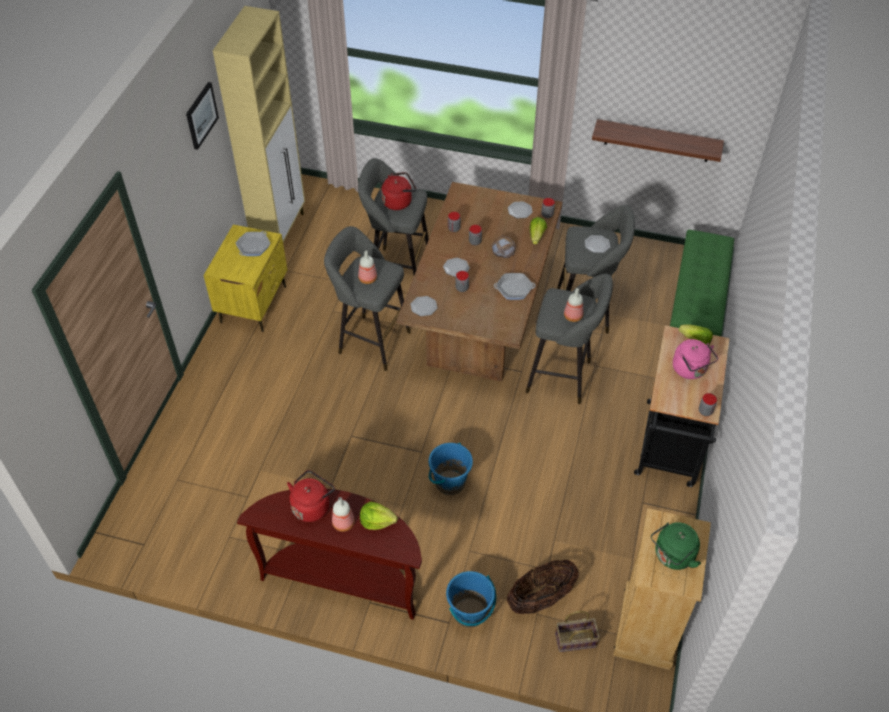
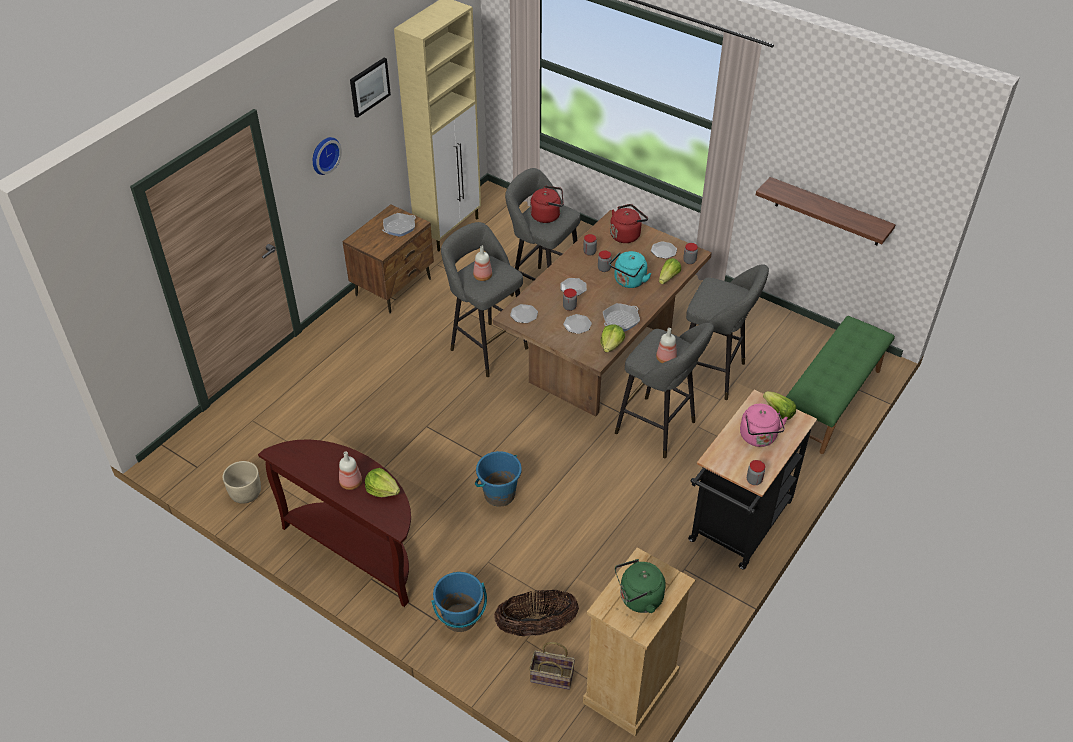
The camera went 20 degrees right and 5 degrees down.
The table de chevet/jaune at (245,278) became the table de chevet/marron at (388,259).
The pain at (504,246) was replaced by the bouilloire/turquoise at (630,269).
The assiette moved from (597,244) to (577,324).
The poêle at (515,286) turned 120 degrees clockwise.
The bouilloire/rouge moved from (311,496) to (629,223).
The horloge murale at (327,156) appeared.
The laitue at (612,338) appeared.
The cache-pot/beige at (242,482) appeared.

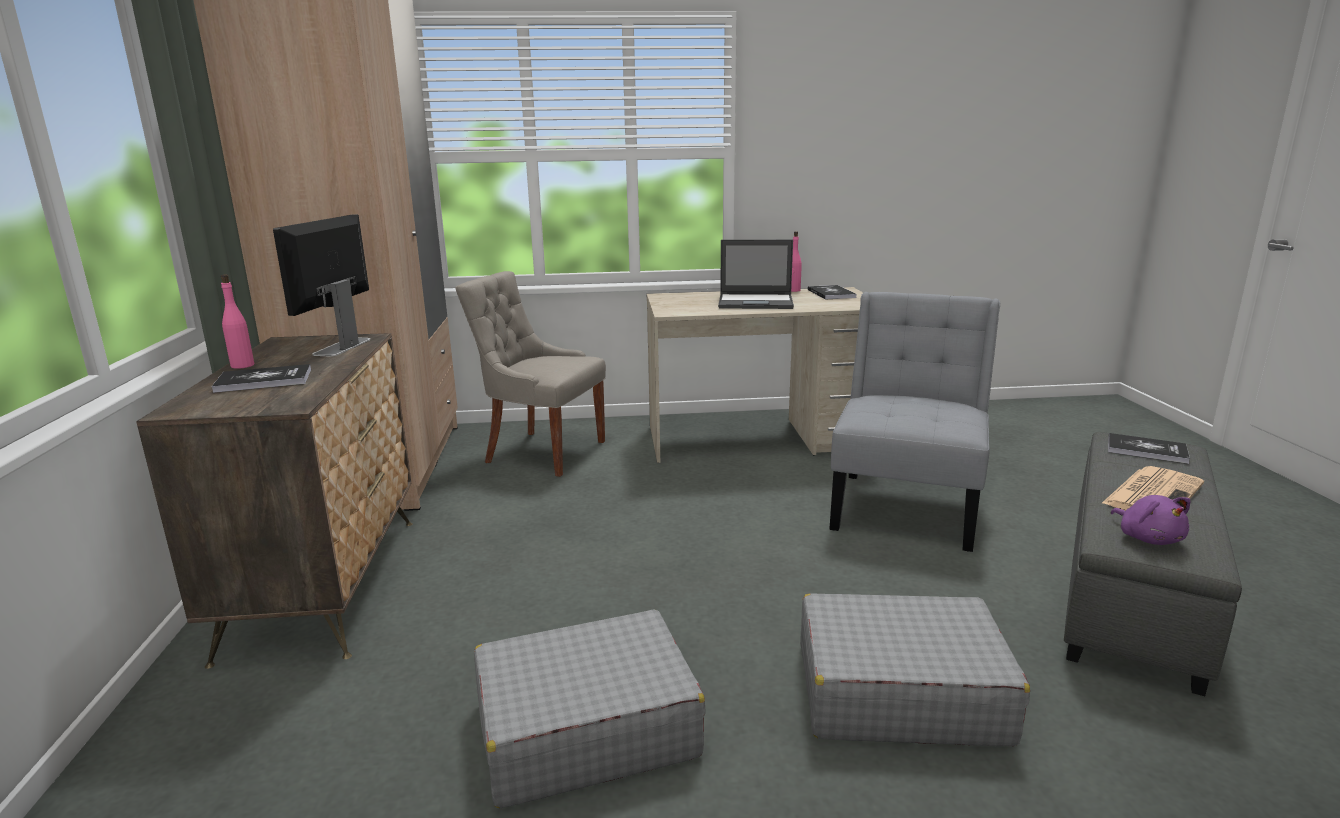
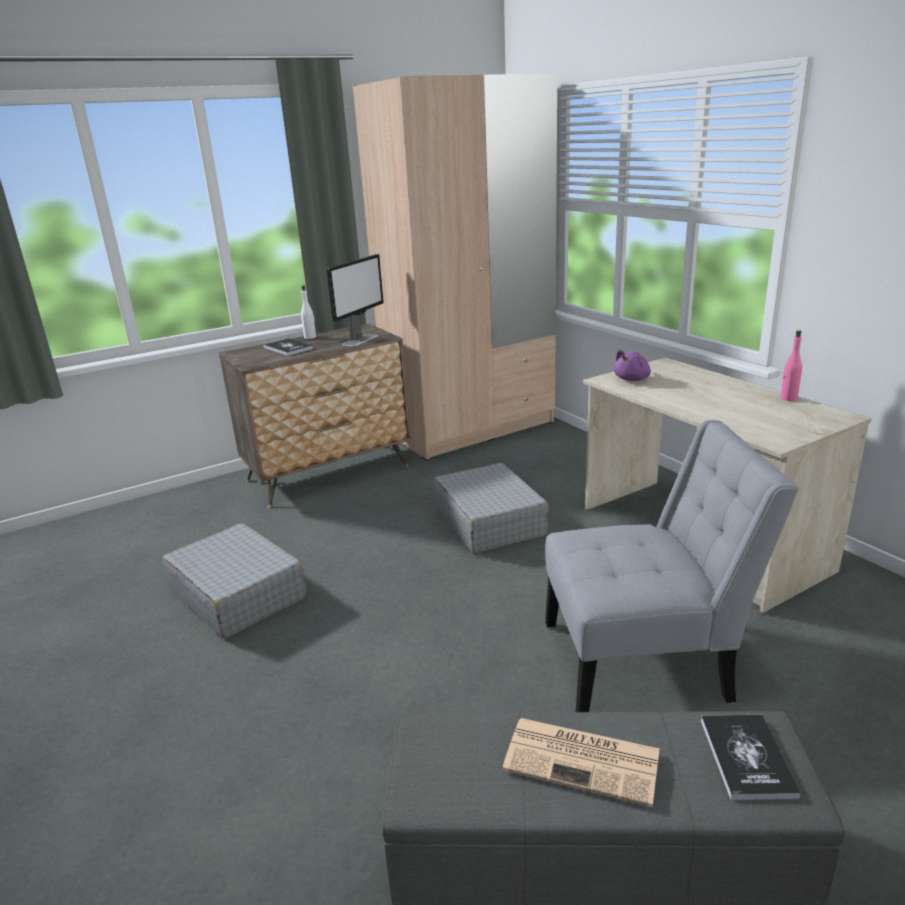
The camera went 65 degrees right and 5 degrees up.
The écran d'ordinateur at (321,285) turned 135 degrees clockwise.
The ordinateur portable at (756,274) disappeared.
The chaise/gris at (530,374) disappeared.
The bouteille/rose at (237,321) became the bouteille/blanc at (308,312).
The livre at (832,292) disappeared.
The peluche/violet moved from (1151,520) to (632,365).
The valise/gris moved from (915,669) to (491,508).

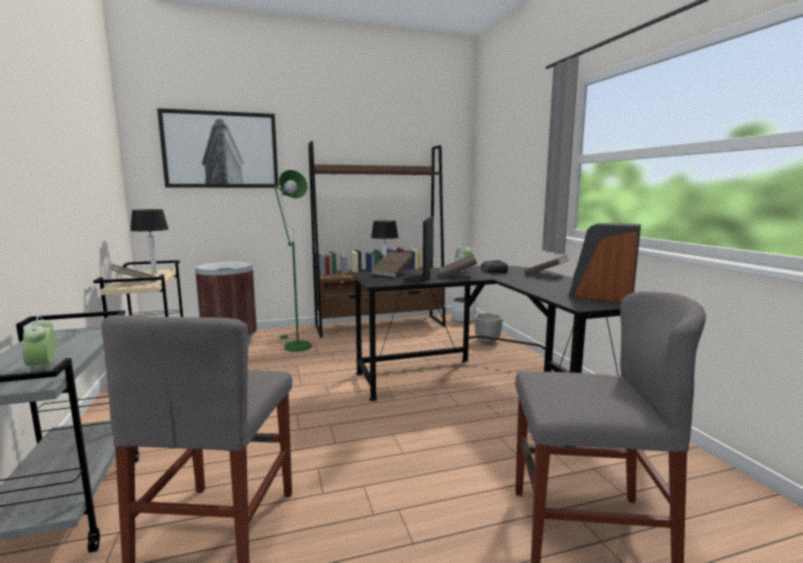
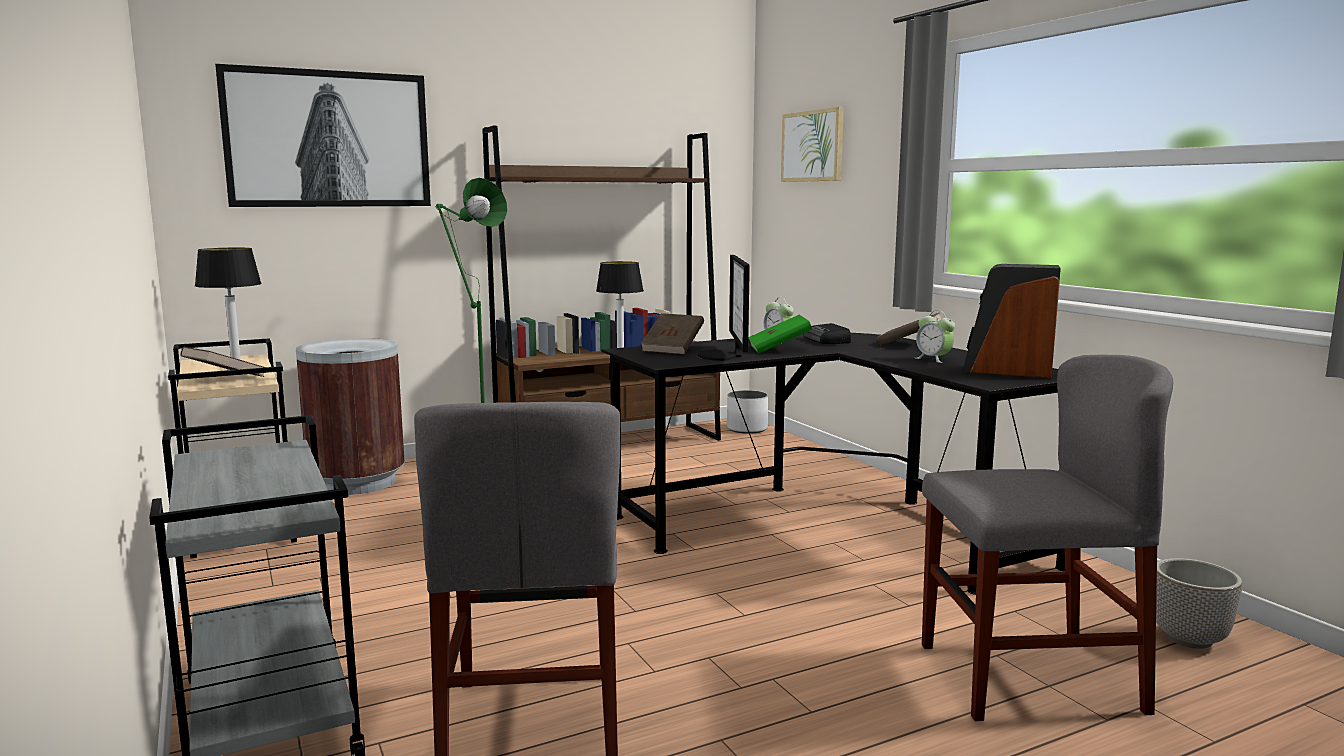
The camera went 10 degrees left and 0 degrees up.
The livre/marron at (458,266) became the livre/vert at (780,334).
The cache-pot moved from (488,328) to (1199,603).
The réveil moved from (38,344) to (935,336).
The tableau at (812,144) appeared.

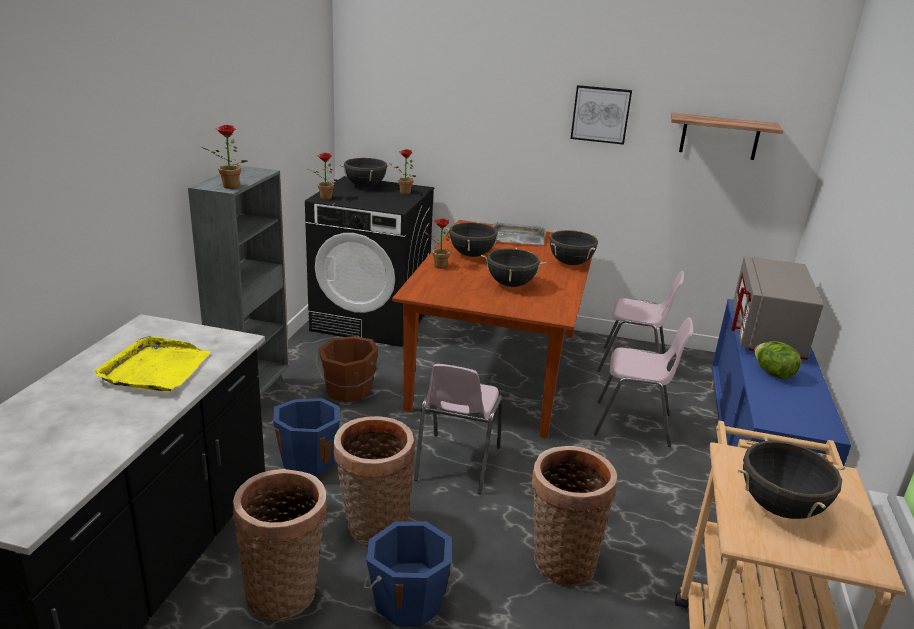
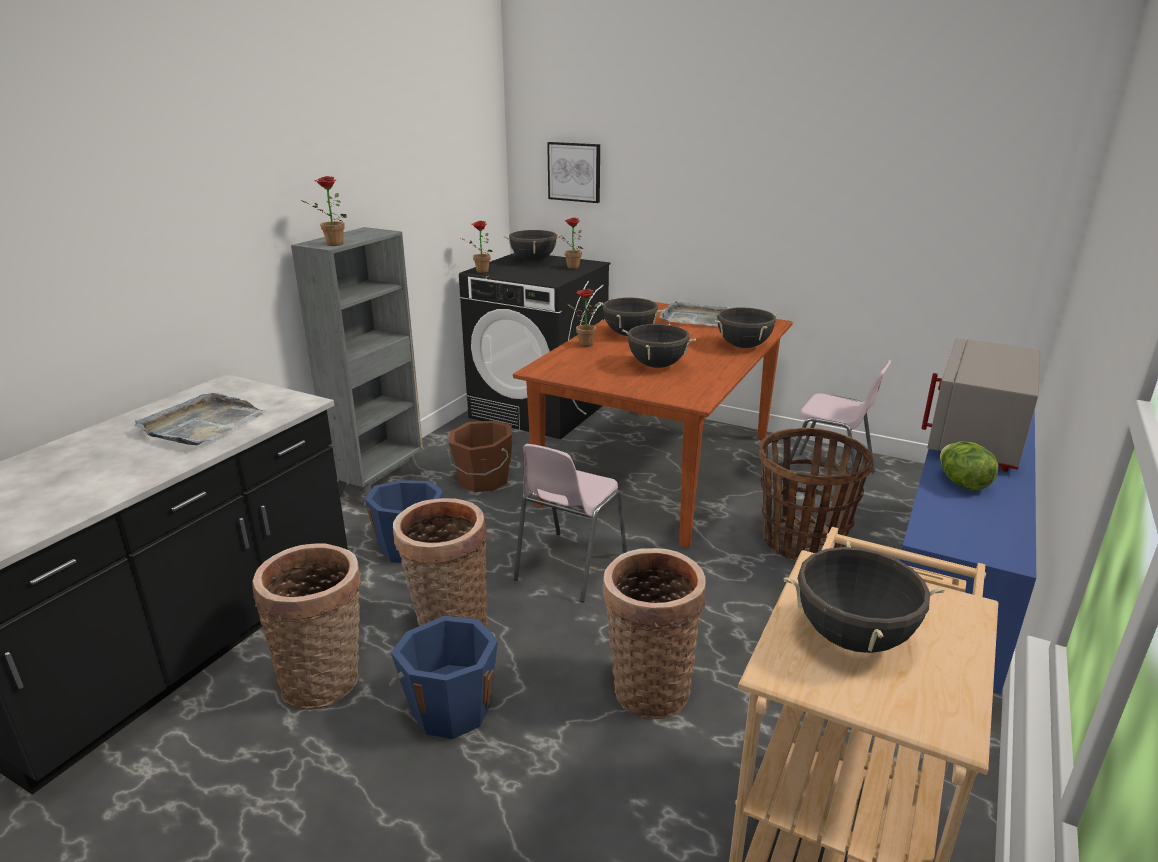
The camera went 15 degrees right and 0 degrees up.
The tableau moved from (601,115) to (573,172).
The étagère at (727,136) disappeared.
The chaise/rose at (643,382) was replaced by the panier at (816,494).
The plateau/jaune at (153,363) became the plateau/gris at (200,419).

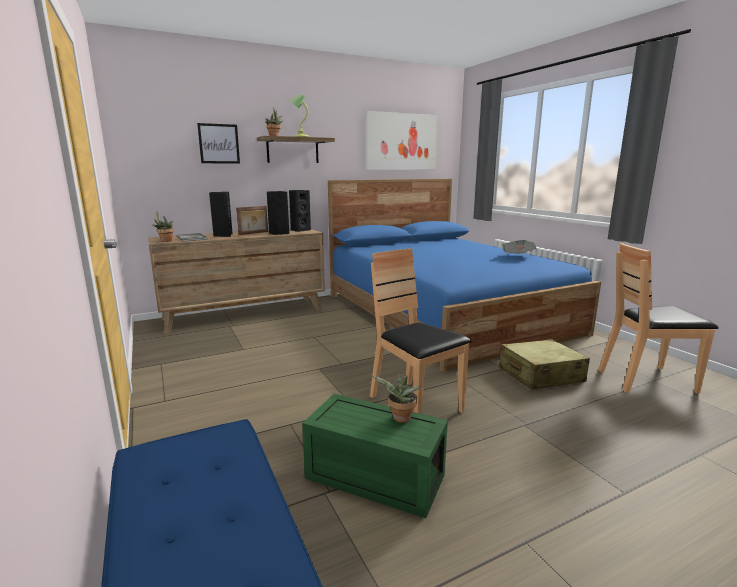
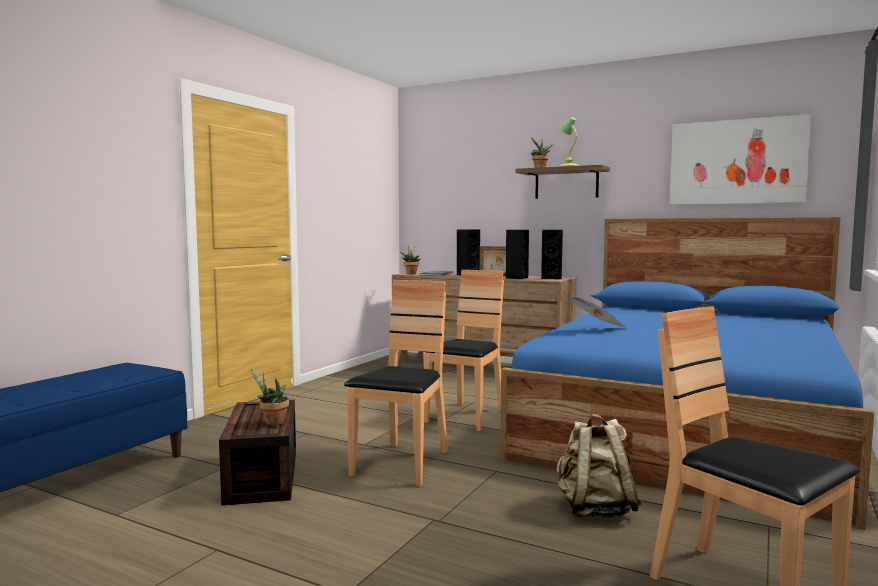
The camera went 55 degrees right and 10 degrees down.
The tableau at (218,143) disappeared.
The journal moved from (519,247) to (598,312).
The valise/beige at (544,364) was replaced by the sac à dos/beige at (599,466).
The boîte de rangement/vert at (375,456) became the boîte de rangement/marron at (257,453).
The chaise/marron at (463,350) appeared.

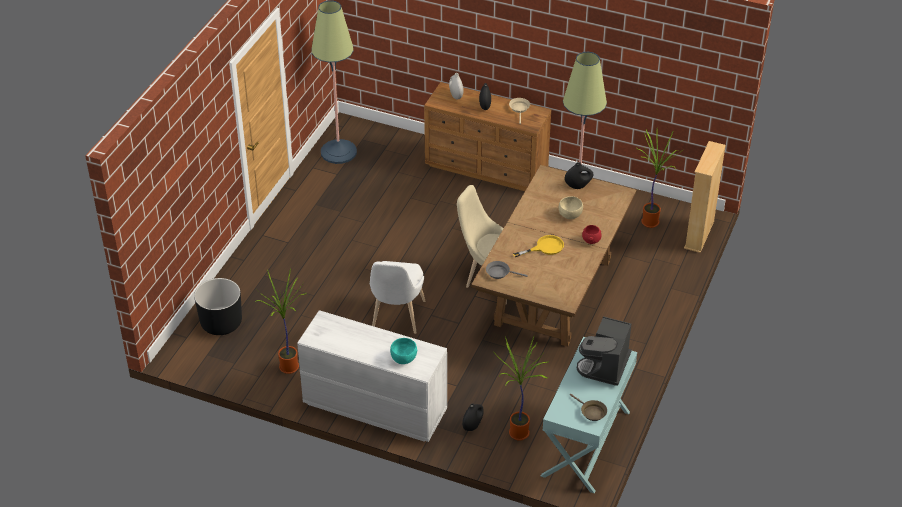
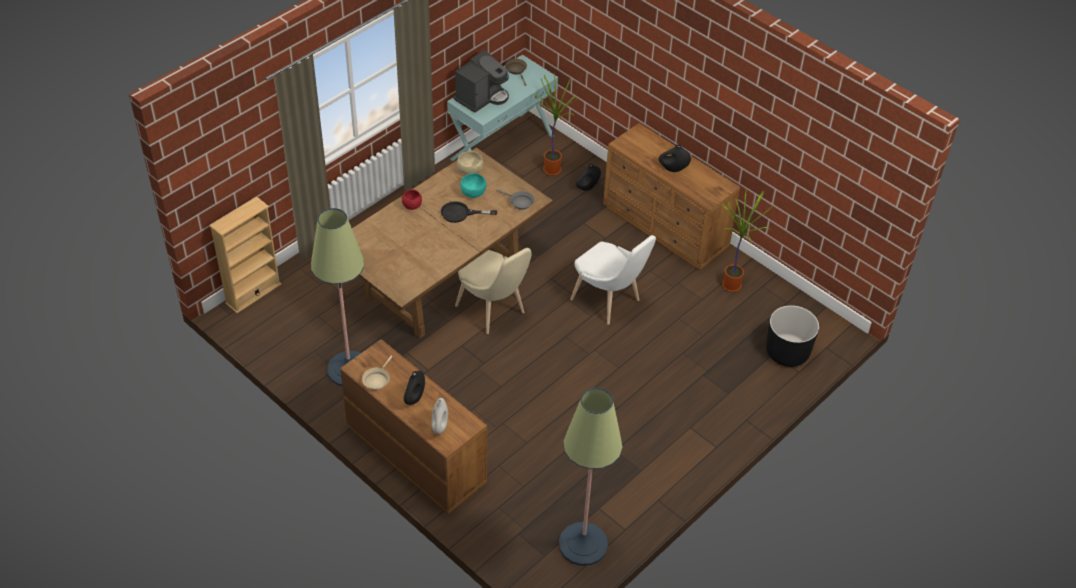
The camera went 160 degrees left and 5 degrees up.
The plante en pot at (658,179) disappeared.
The vase/noir moved from (579,175) to (675,158).
The bol/beige moved from (571,207) to (470,162).
The poêle/jaune at (538,246) became the poêle/noir at (469,212).
The chaise/blanc at (397,297) turned 105 degrees clockwise.
The commode/blanc at (372,376) became the commode/marron at (671,196).
The bol/turquoise moved from (403,351) to (473,185).

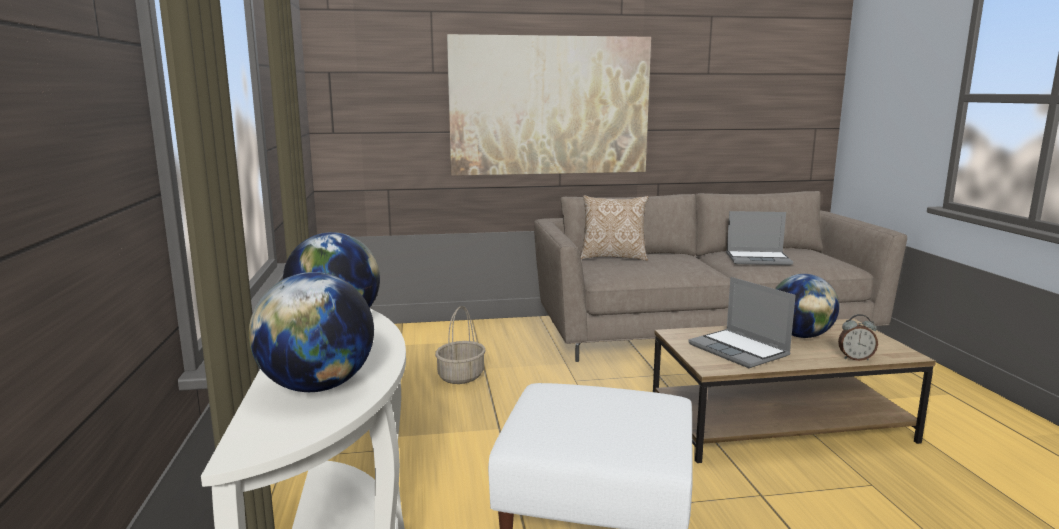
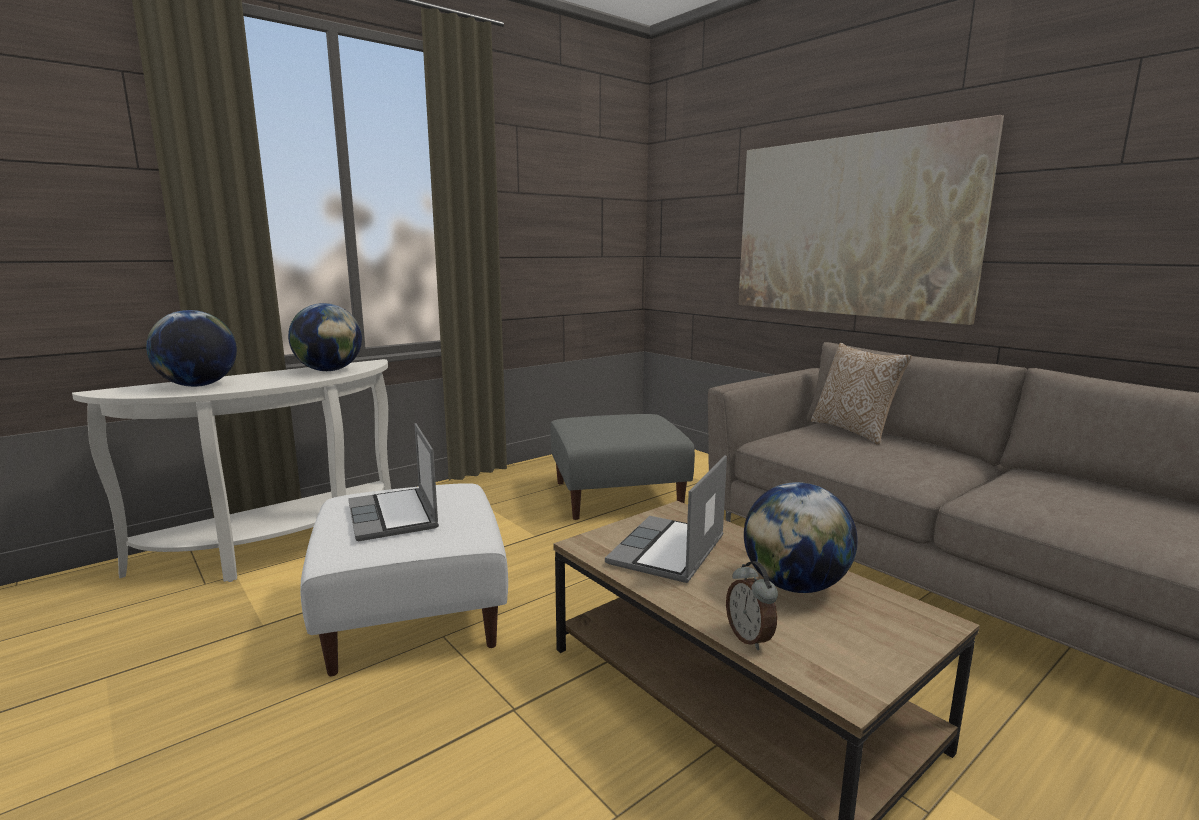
The camera went 60 degrees right and 0 degrees up.
The ordinateur portable moved from (759,238) to (393,482).
The panier at (460,345) was replaced by the pouf/gris at (622,467).

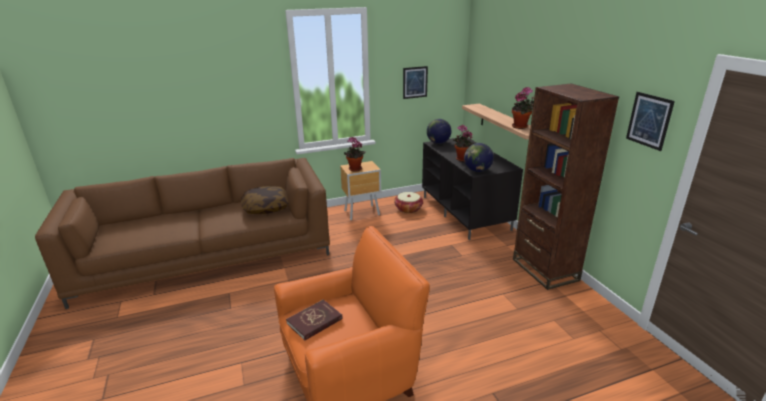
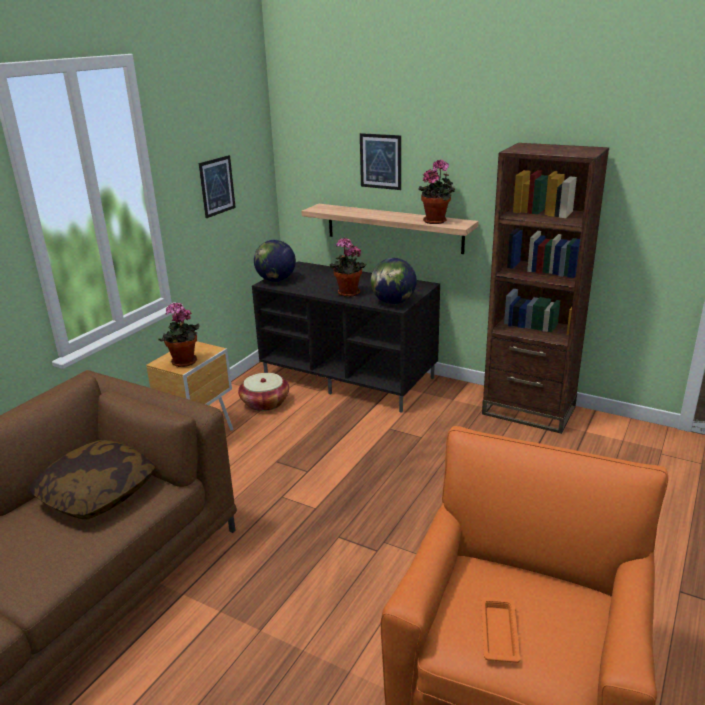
The camera went 40 degrees left and 0 degrees up.
The tableau moved from (650,121) to (380,161).
The livre/rouge at (314,320) was replaced by the plateau/orange at (500,629).

